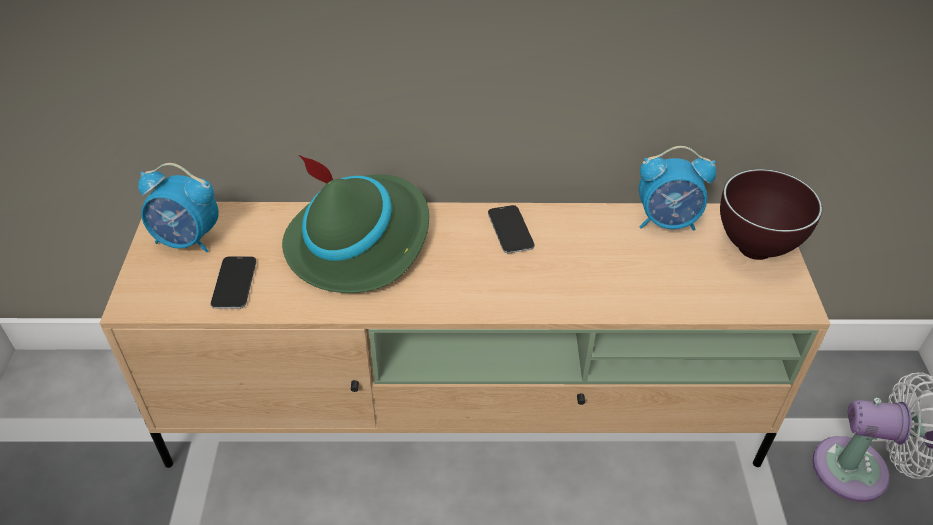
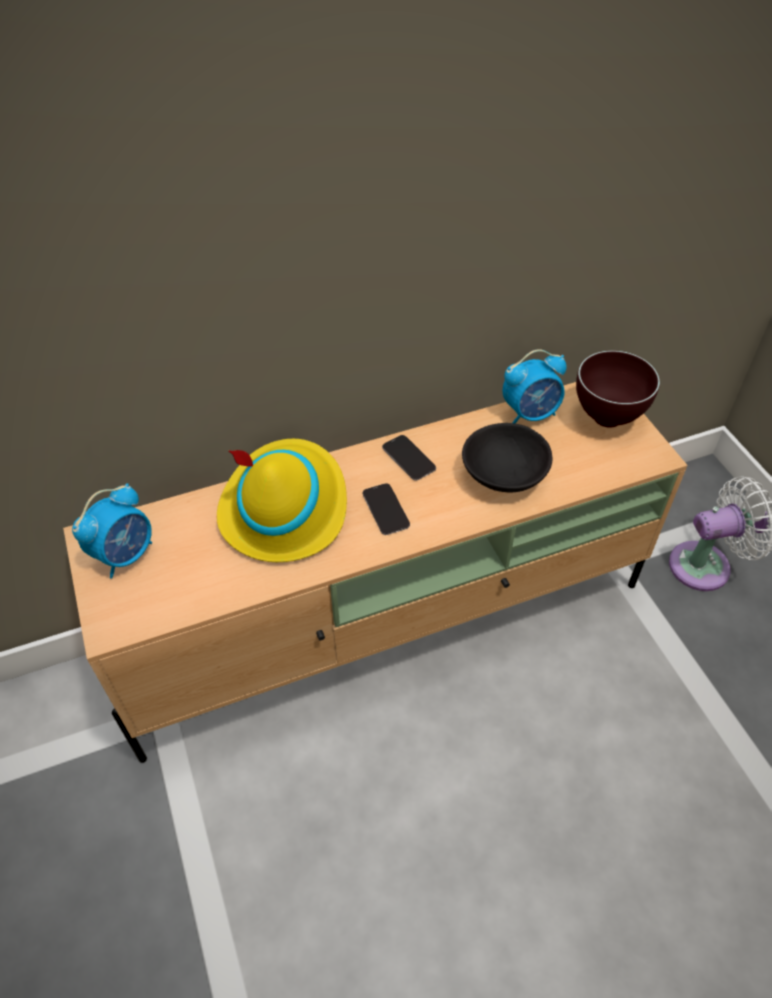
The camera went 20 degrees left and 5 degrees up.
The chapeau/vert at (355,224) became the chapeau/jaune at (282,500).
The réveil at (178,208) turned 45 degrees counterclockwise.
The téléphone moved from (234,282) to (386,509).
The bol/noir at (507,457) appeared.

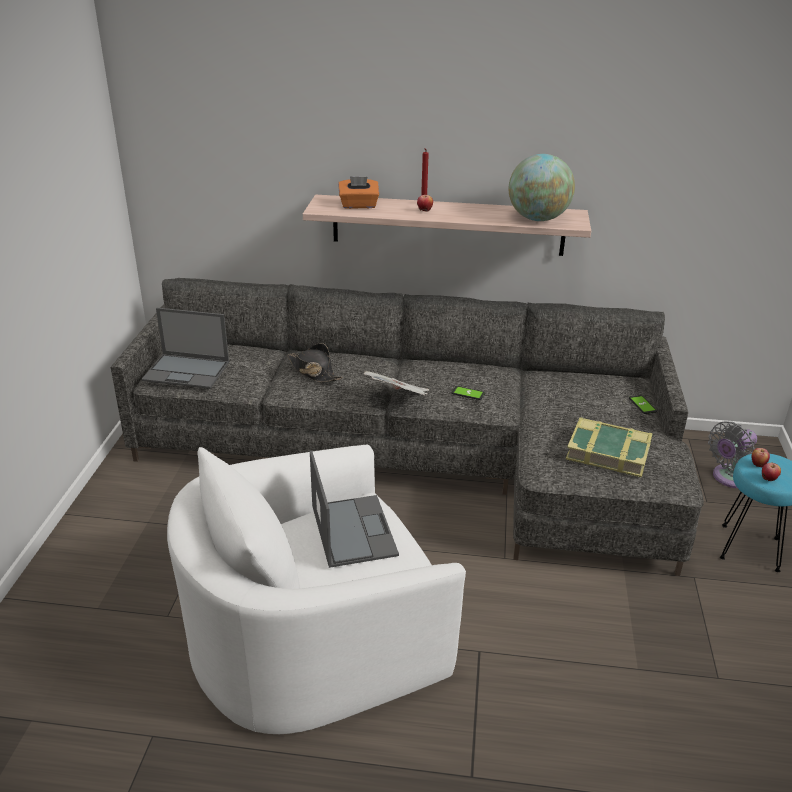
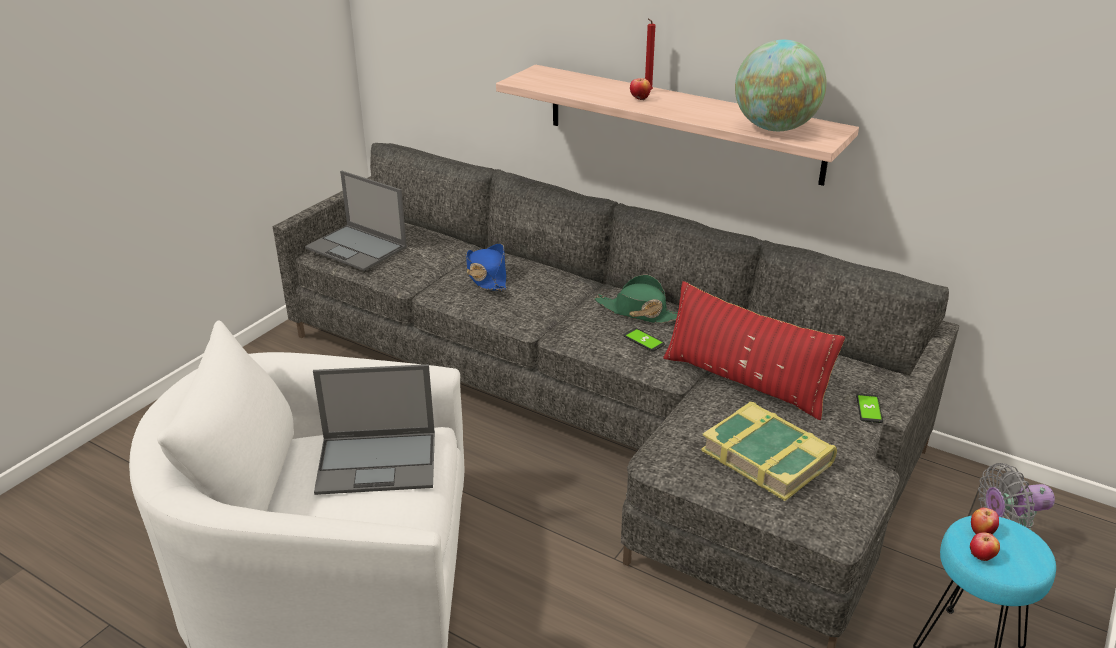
The camera went 25 degrees right and 0 degrees up.
The boîte à mouchoirs/orange at (358,192) disappeared.
The chapeau/noir at (315,362) became the chapeau/bleu at (486,267).
The journal at (396,383) disappeared.
The ordinateur portable at (354,509) turned 75 degrees clockwise.
The chapeau/vert at (636,298) appeared.
The coussin/rouge at (754,350) appeared.

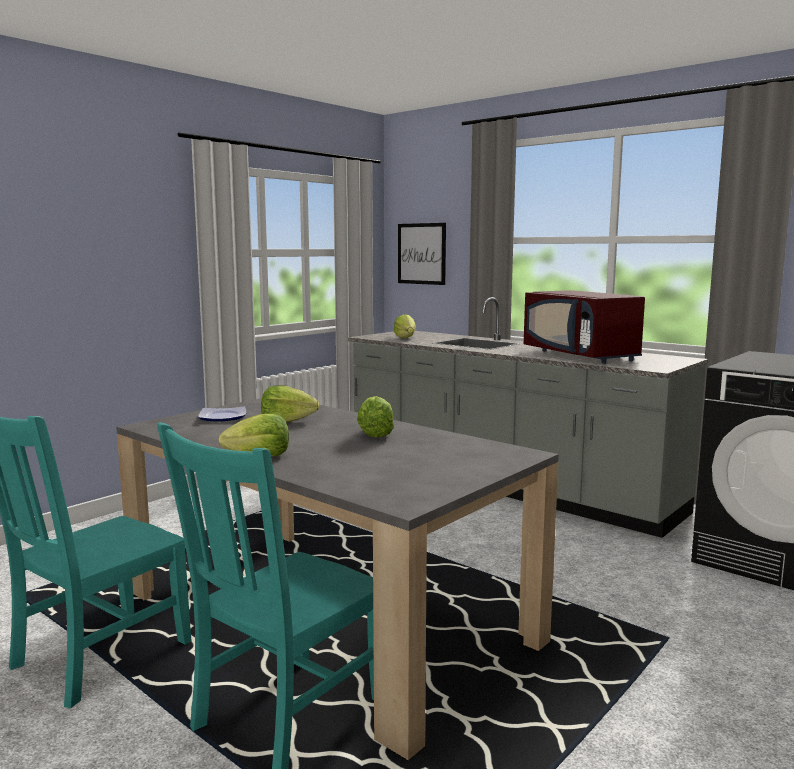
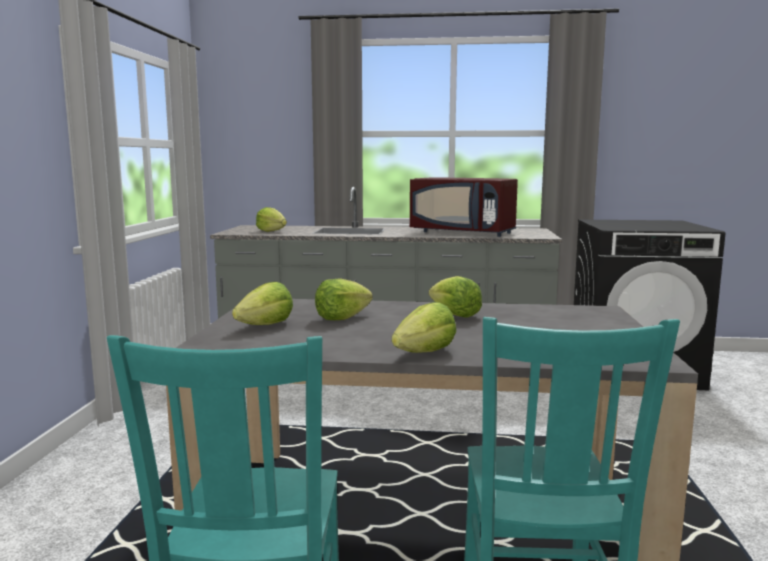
The camera went 35 degrees left and 0 degrees up.
The tableau at (422,254) disappeared.
The assiette at (222,413) was replaced by the laitue at (262,303).

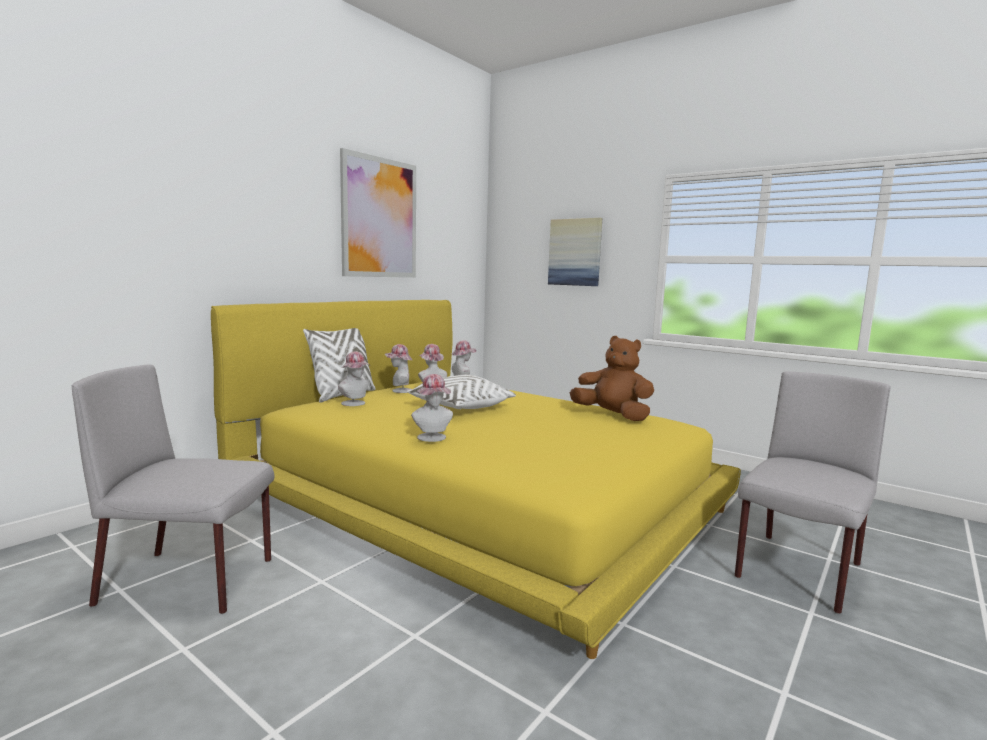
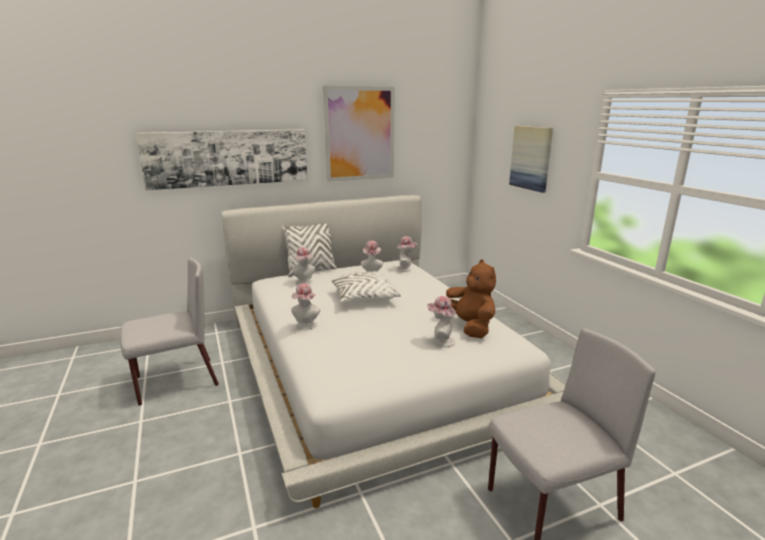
The camera went 30 degrees right and 10 degrees up.
The lit/jaune at (476,479) became the lit/blanc at (393,351).
The chapeau moved from (398,368) to (441,321).
The chaise/gris at (173,489) turned 120 degrees clockwise.
The tableau at (221,159) appeared.

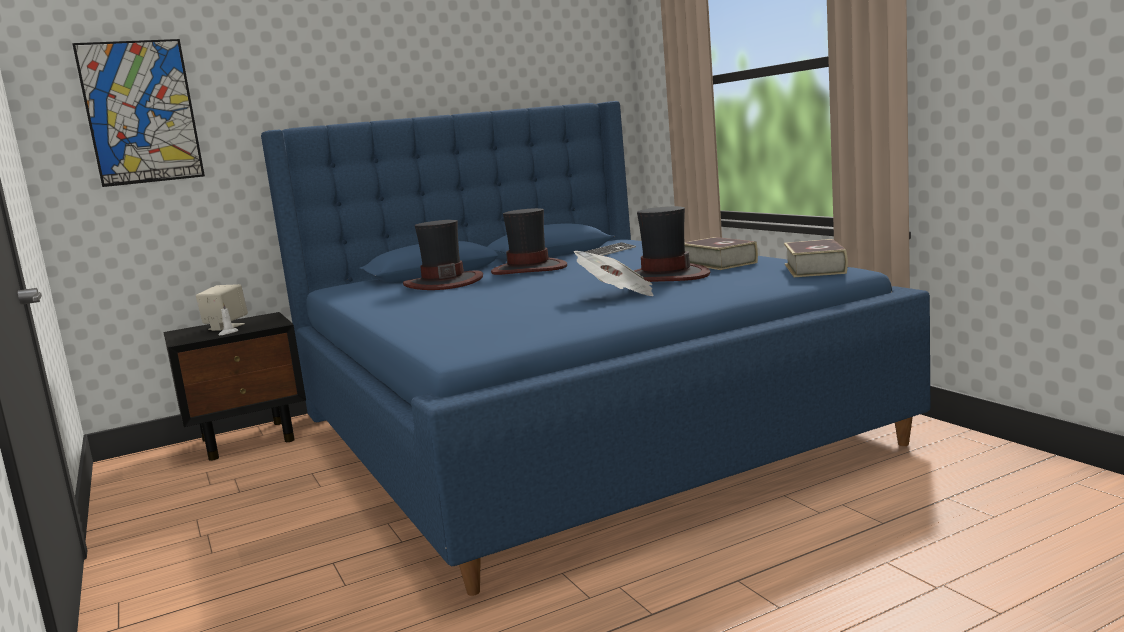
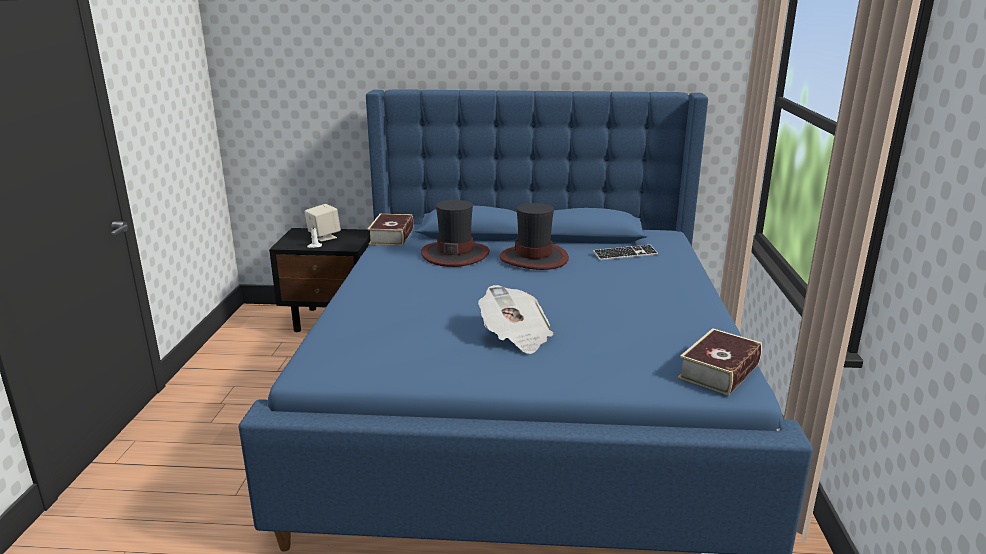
The camera went 30 degrees right and 10 degrees up.
The tableau at (138,113) disappeared.
The chapeau at (672,244) disappeared.
The livre moved from (721,253) to (390,230).

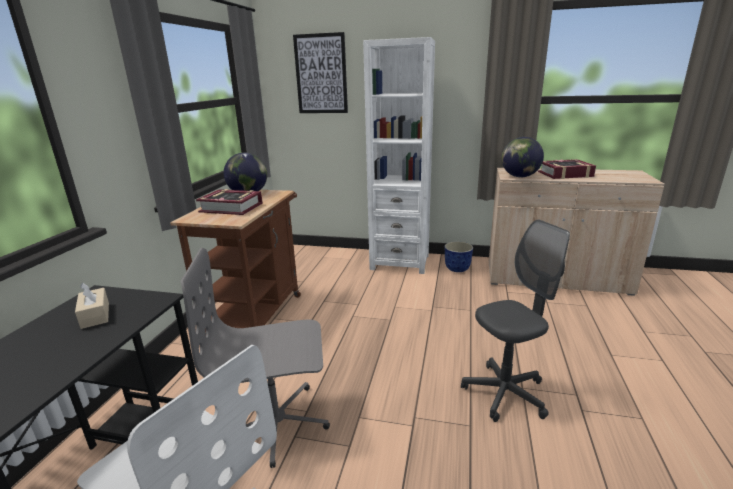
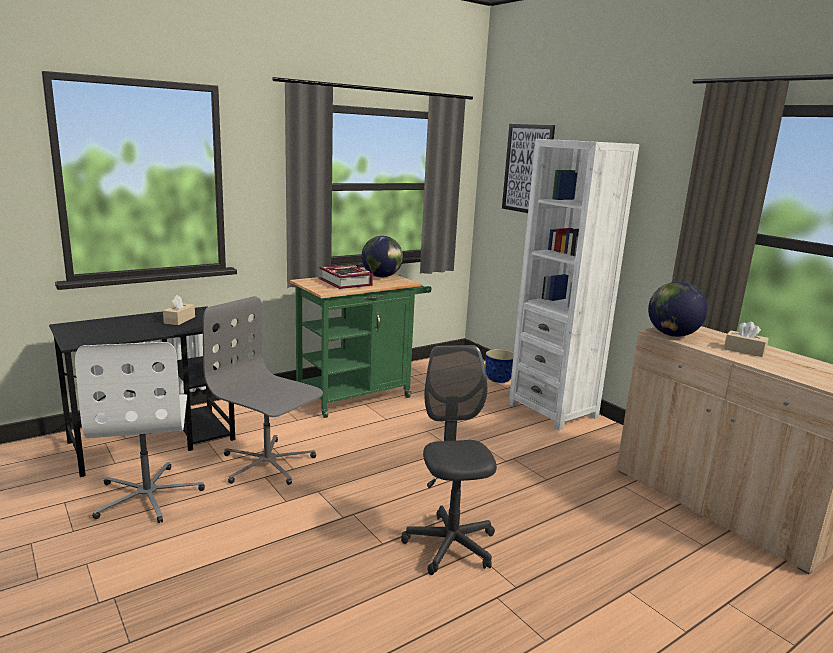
The camera went 40 degrees right and 5 degrees down.
The livre at (566,169) was replaced by the boîte à mouchoirs/beige at (746,339).
The chariot/marron at (235,262) became the chariot/vert at (360,346).
The chaise de bureau/gris at (515,321) turned 120 degrees counterclockwise.
The cache-pot moved from (459,256) to (500,366).

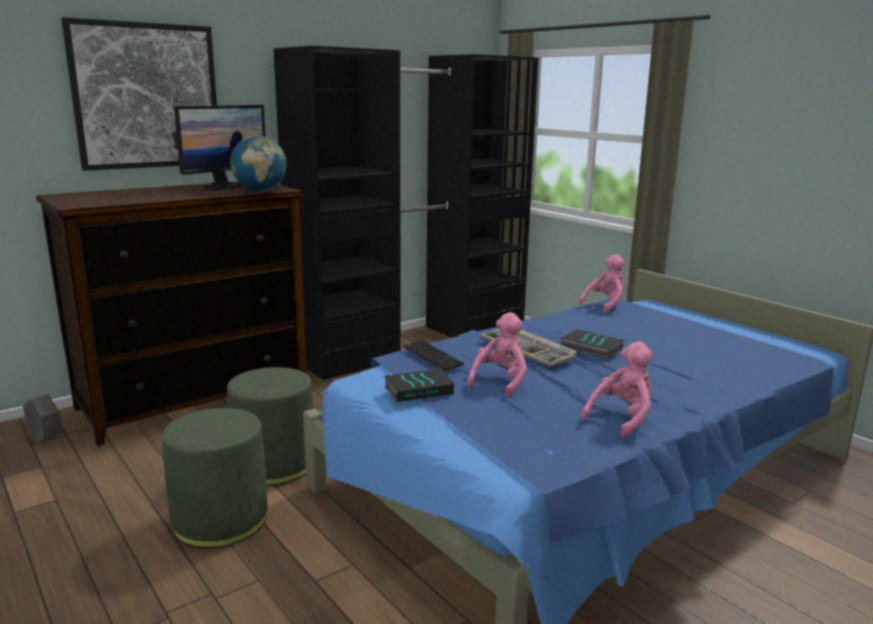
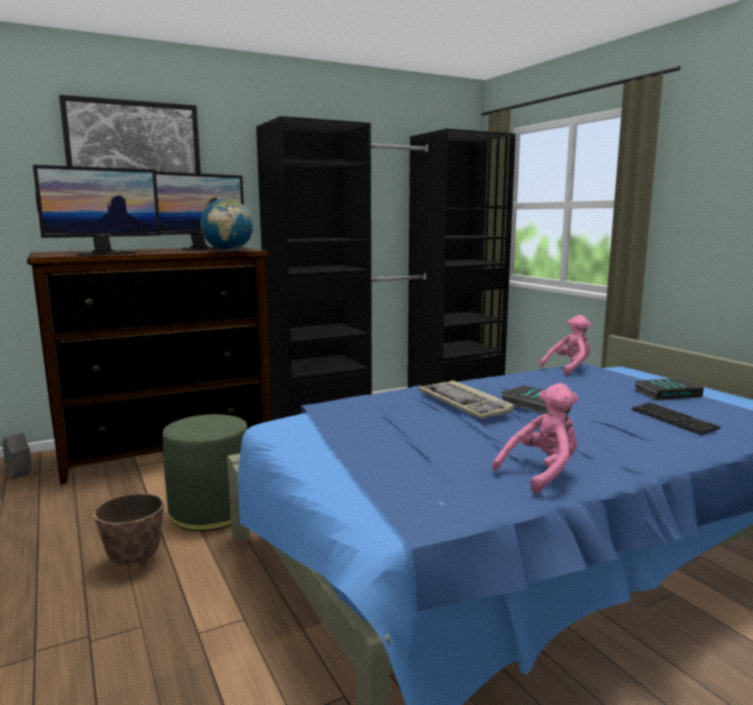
The camera went 10 degrees right and 5 degrees down.
The peluche/rose at (497,354) disappeared.
The clavier moved from (433,355) to (676,418).
The livre moved from (419,385) to (669,389).
The pouf/vert at (214,478) was replaced by the cache-pot at (128,530).
The écran d'ordinateur at (97,210) appeared.

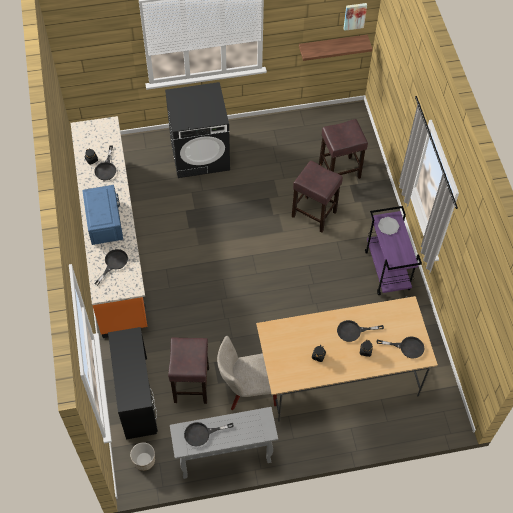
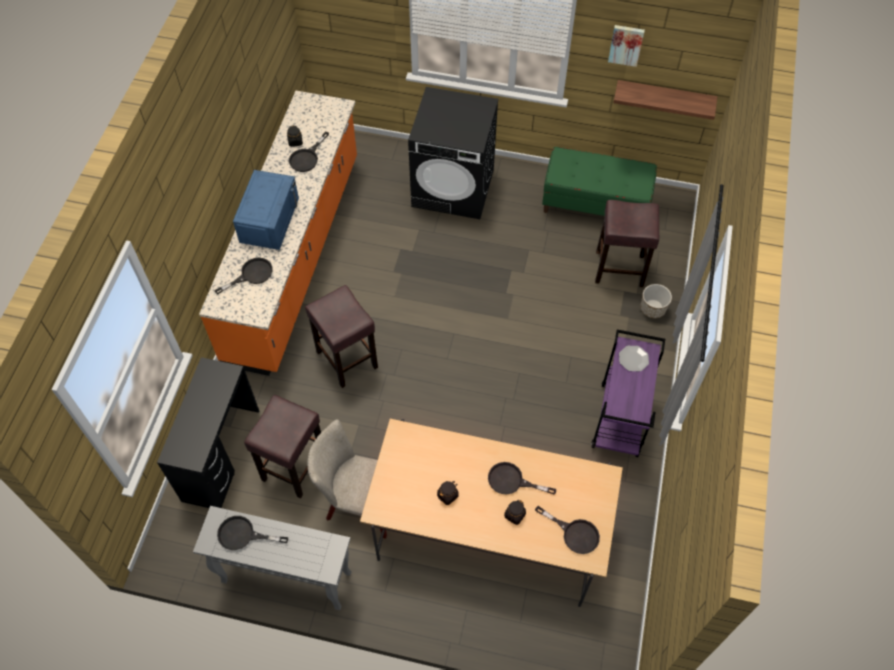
The camera went 25 degrees right and 0 degrees up.
The tableau moved from (355,17) to (626,46).
The tabouret/marron moved from (317,196) to (341,336).
The cache-pot moved from (142,456) to (656,301).
The banc/vert at (599,181) appeared.

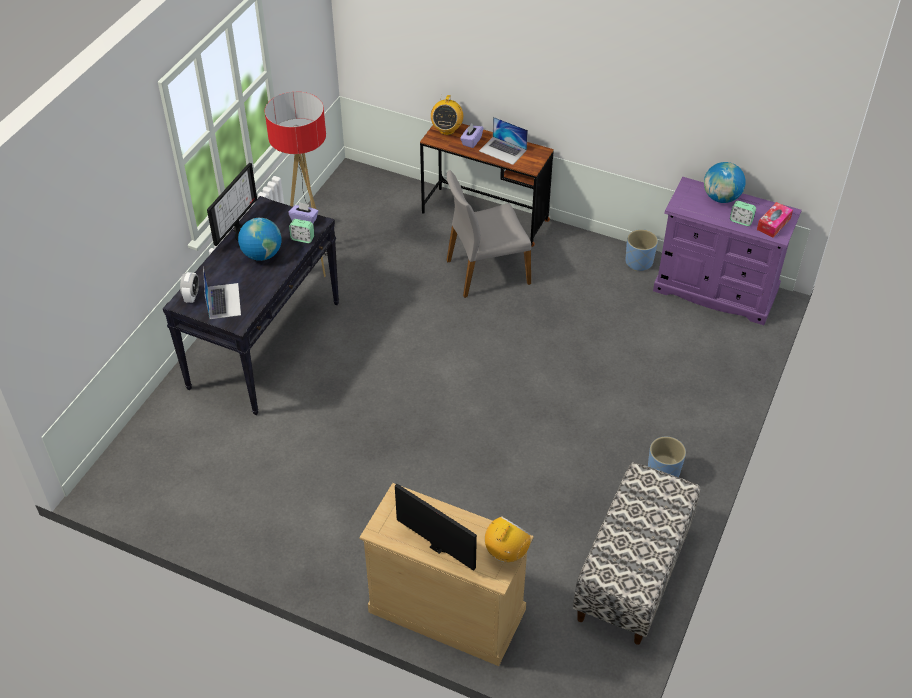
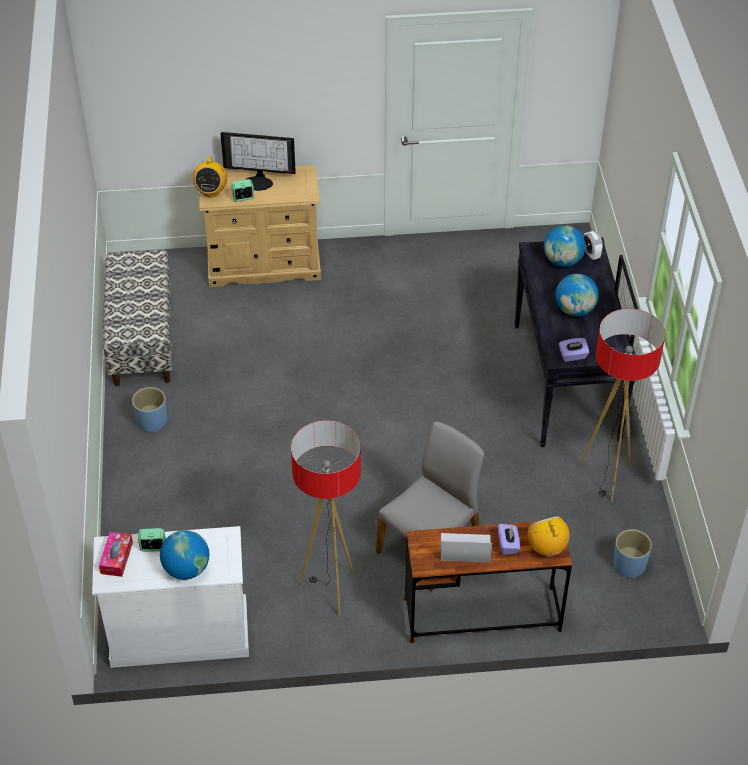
The camera went 150 degrees right and 0 degrees up.
The commode/violet at (727,251) became the commode/blanc at (170,597).
The réveil moved from (301,231) to (242,190).
The cache-pot/bleu moved from (641,250) to (632,553).
The ordinateur portable at (222,292) was replaced by the globe at (565,246).
The lampadaire at (326,518) appeared.

